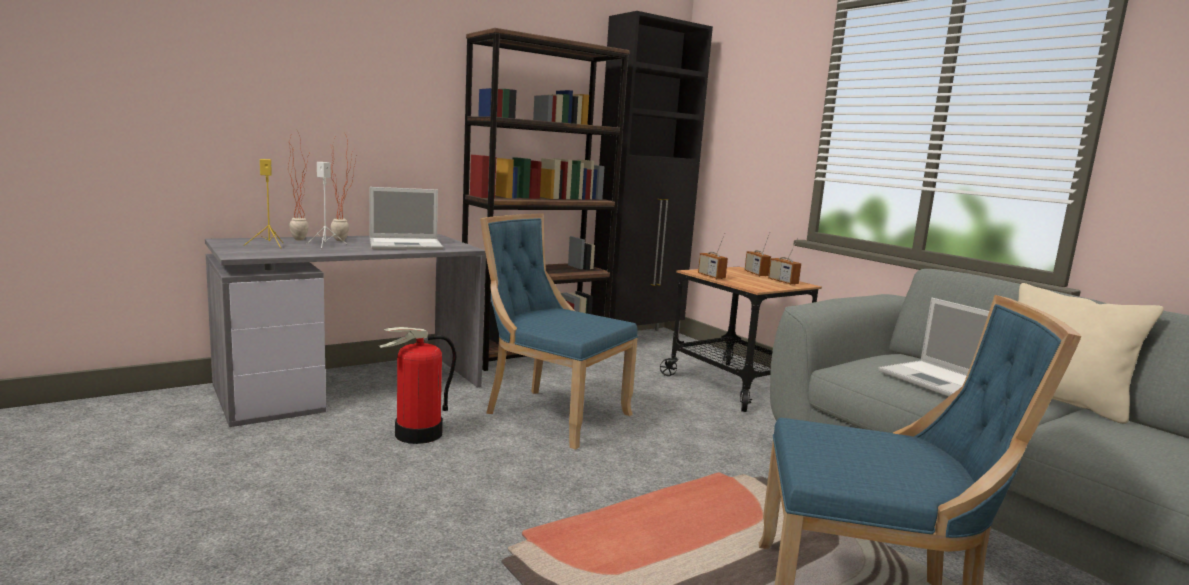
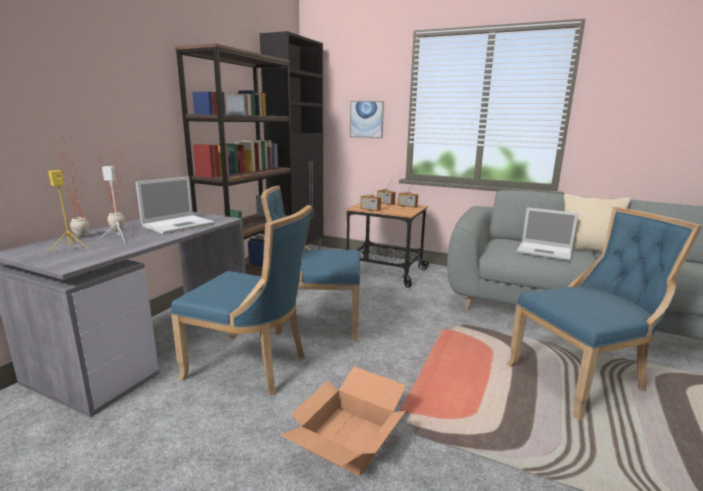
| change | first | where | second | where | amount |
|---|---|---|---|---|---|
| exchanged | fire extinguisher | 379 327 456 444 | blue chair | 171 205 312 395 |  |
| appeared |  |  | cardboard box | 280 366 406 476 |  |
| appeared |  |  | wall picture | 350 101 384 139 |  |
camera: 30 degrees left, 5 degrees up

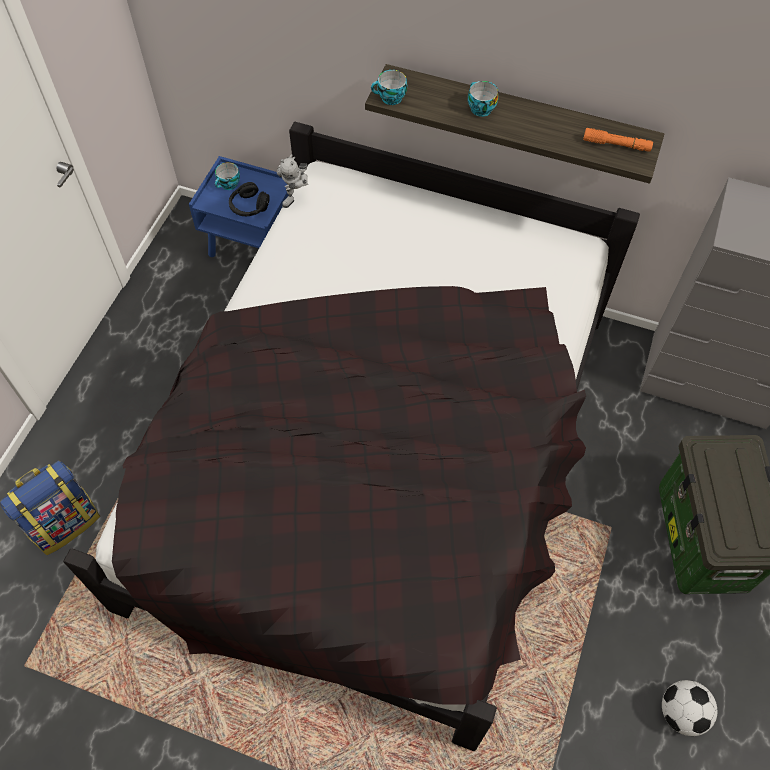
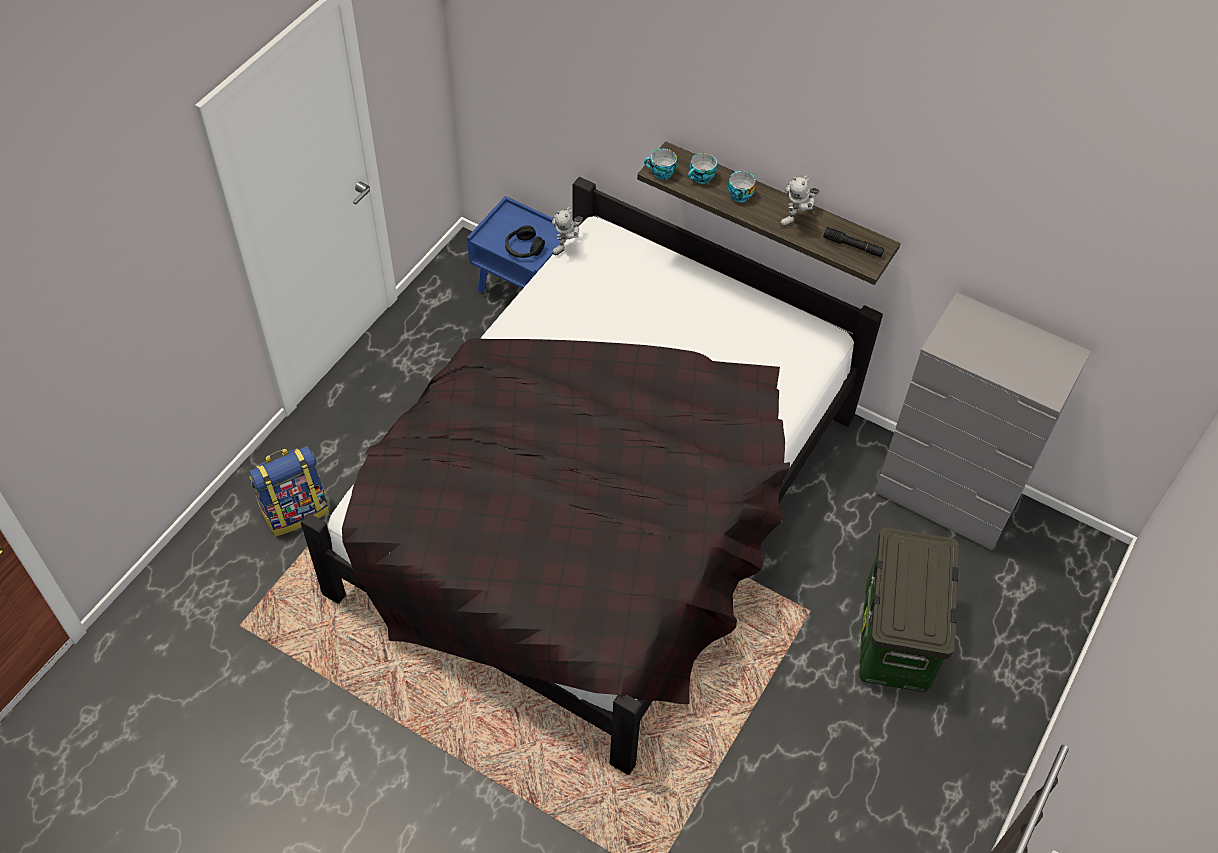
| change | first | where | second | where | amount |
|---|---|---|---|---|---|
| relocated | drinking cup | 215 162 240 190 |  | 688 153 717 184 |  |
| appeared |  |  | model robot | 780 175 820 227 |  |
| colour | orange-coloured torch | 583 128 653 152 | black torch | 823 227 884 257 |  |
| missing | ball for football | 662 680 717 736 |  |  |  |
camera: 10 degrees right, 5 degrees down

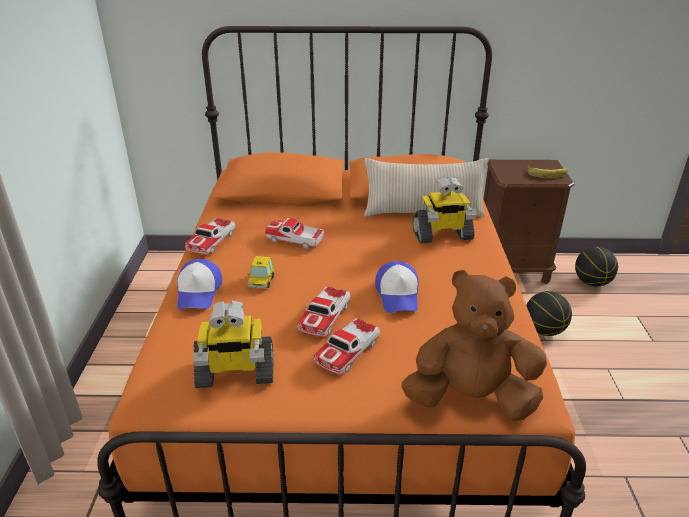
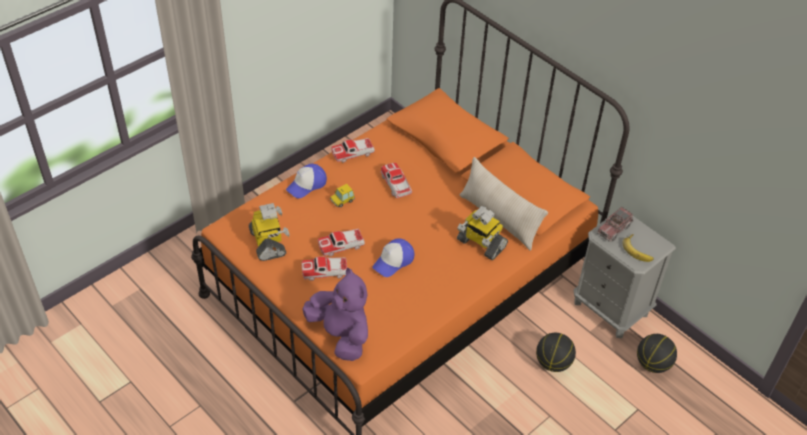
| change | first | where | second | where | amount |
|---|---|---|---|---|---|
| spun | model robot | 193 300 273 388 |  | 249 203 290 261 | 150 degrees counterclockwise |
| colour | brown cuddly toy | 401 270 547 421 | purple cuddly toy | 302 267 368 361 |  |
| colour | brown bedside table | 483 160 575 284 | greyish bedside table | 574 216 676 338 |  |
| appeared |  |  | toy lorry | 597 207 634 242 |  |
camera: 45 degrees right, 15 degrees up

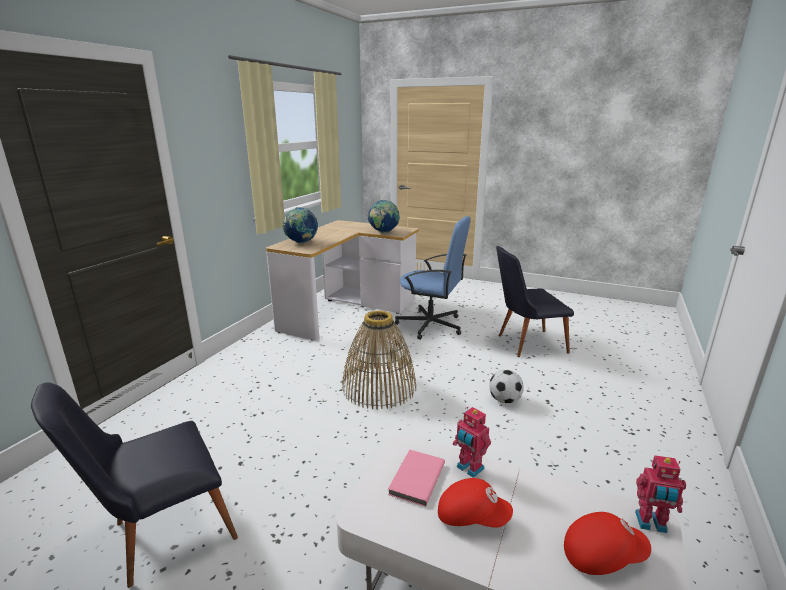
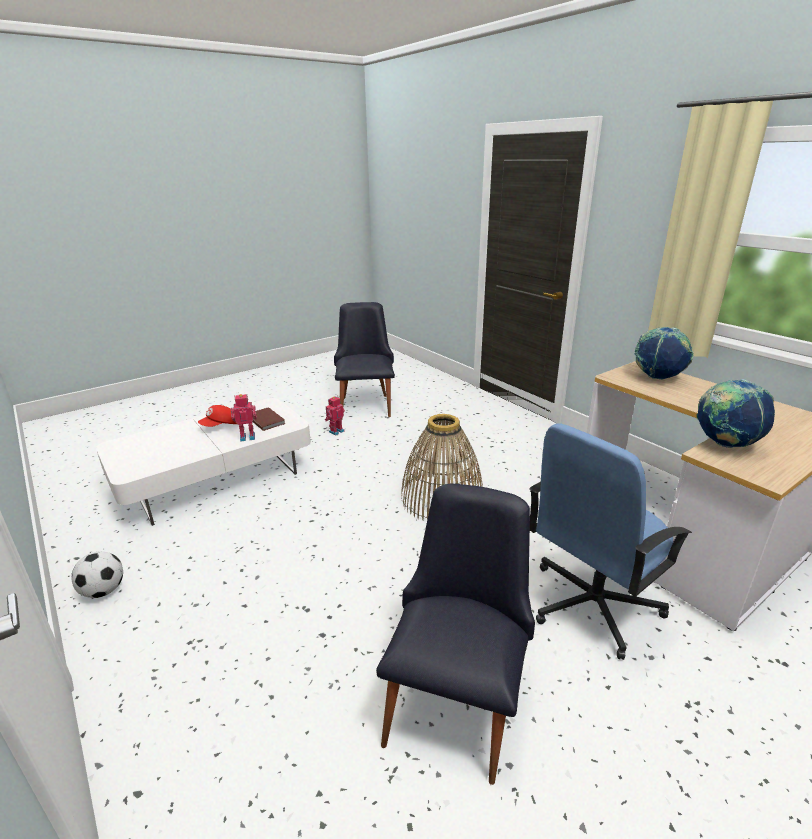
| change | first | where | second | where | amount |
|---|---|---|---|---|---|
| relocated | ball for football | 489 370 524 404 |  | 71 551 123 598 |  |
| colour | pinkish book | 388 450 445 506 | brown book | 253 407 285 431 |  |
| relocated | model robot | 635 455 686 533 |  | 325 397 345 435 |  |
| missing | red-coloured baseball cap | 564 512 651 575 |  |  |  |
camera: 120 degrees right, 5 degrees up

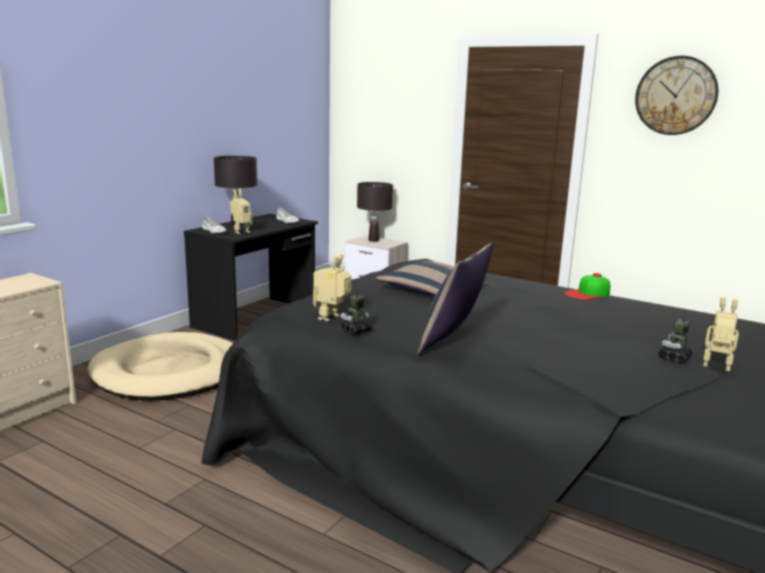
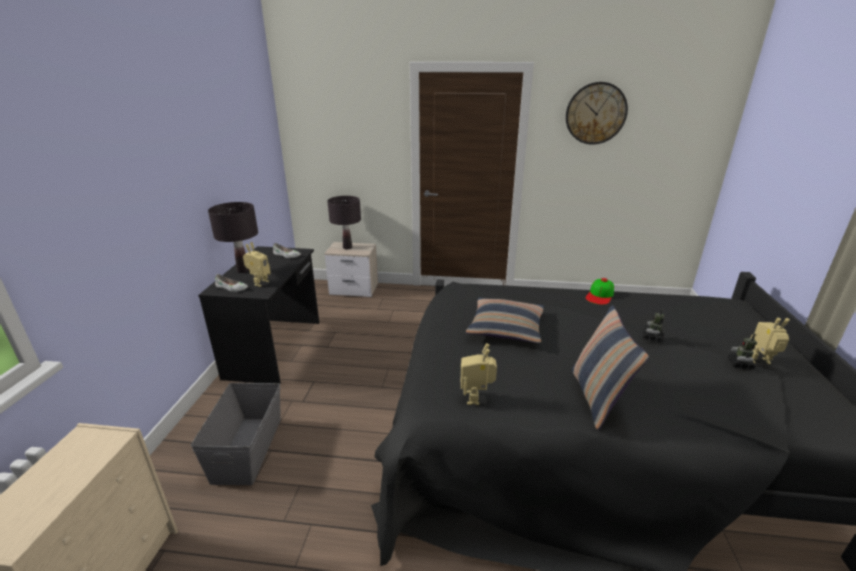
| change | first | where | second | where | amount |
|---|---|---|---|---|---|
| exchanged | beige-coloured pet bed | 88 332 233 401 | greyish storage container | 191 383 281 485 |  |
| relocated | model robot | 340 287 371 335 |  | 643 309 664 342 |  |
camera: 25 degrees left, 10 degrees up

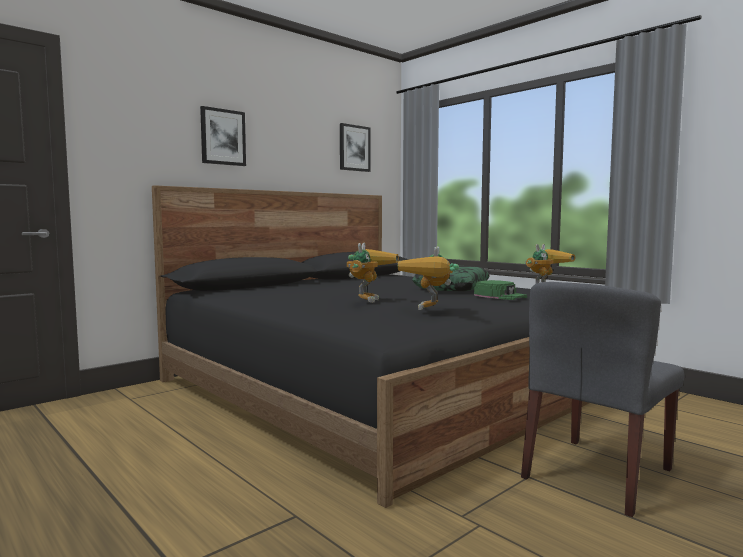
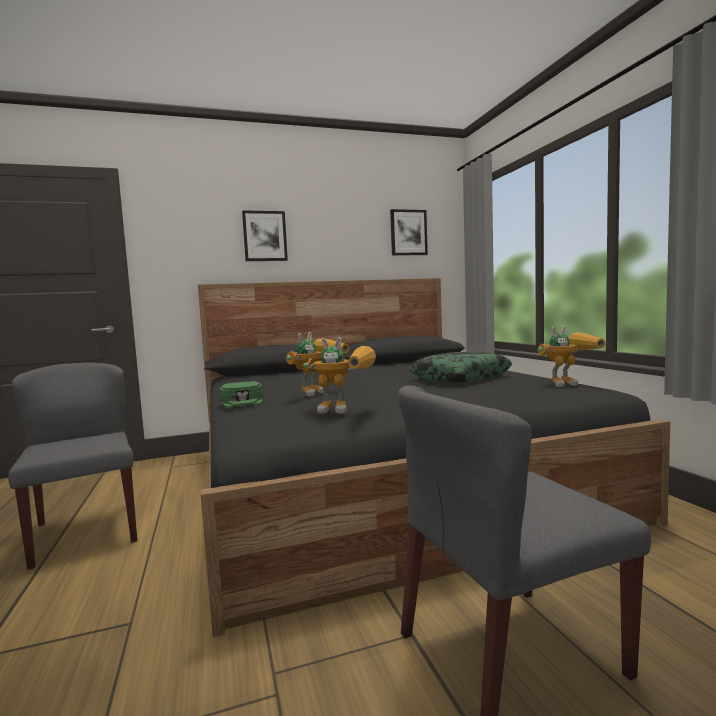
| change | first | where | second | where | amount |
|---|---|---|---|---|---|
| appeared |  |  | greyish chair | 8 363 137 570 |  |
| relocated | greenish baseball cap | 474 280 527 300 |  | 220 381 263 408 |  |
| spun | model robot | 398 246 459 310 |  | 303 337 376 414 | 120 degrees counterclockwise |
camera: 25 degrees right, 0 degrees up

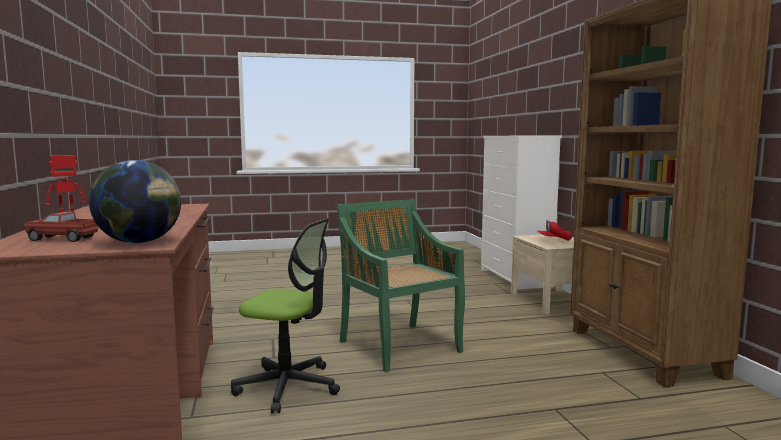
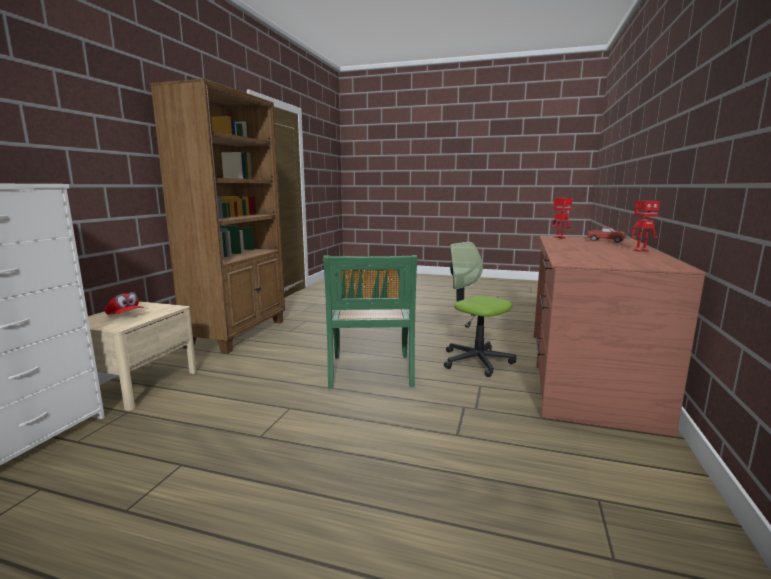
| change | first | where | second | where | amount |
|---|---|---|---|---|---|
| exchanged | world globe | 89 160 181 243 | model robot | 552 198 572 239 |  |
camera: 150 degrees left, 5 degrees up

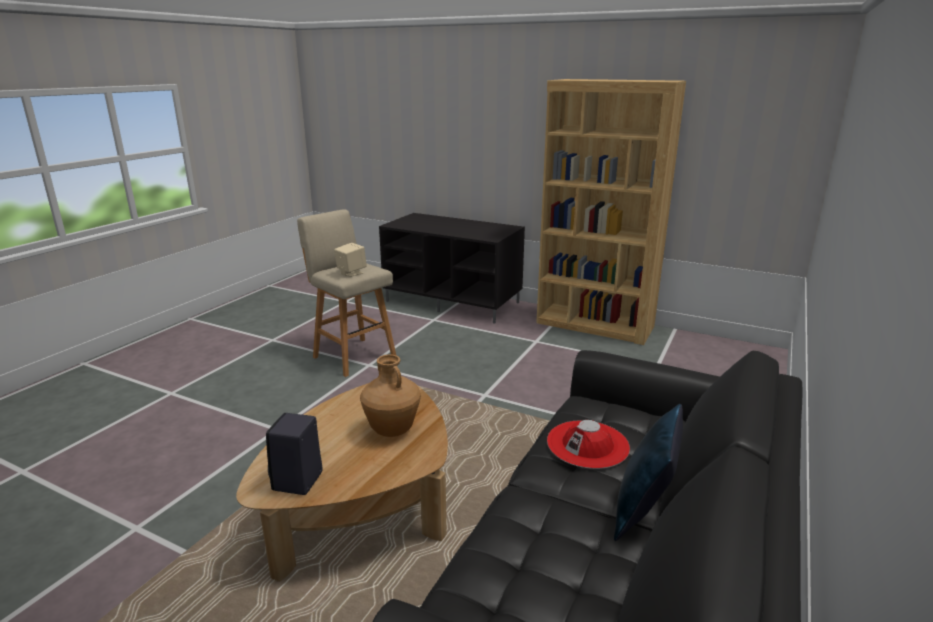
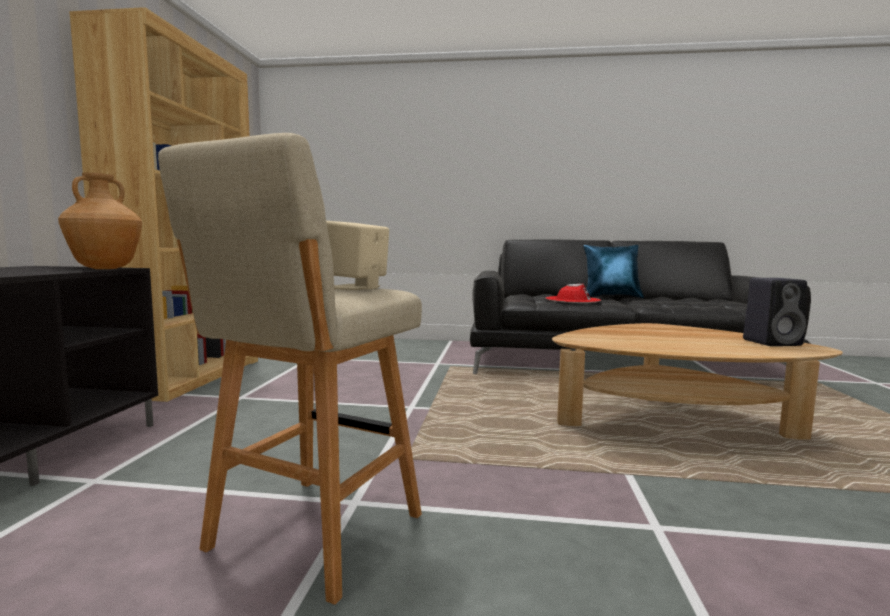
| change | first | where | second | where | amount |
|---|---|---|---|---|---|
| relocated | brown flower vase | 360 354 421 437 |  | 58 173 142 269 |  |
camera: 110 degrees left, 15 degrees down

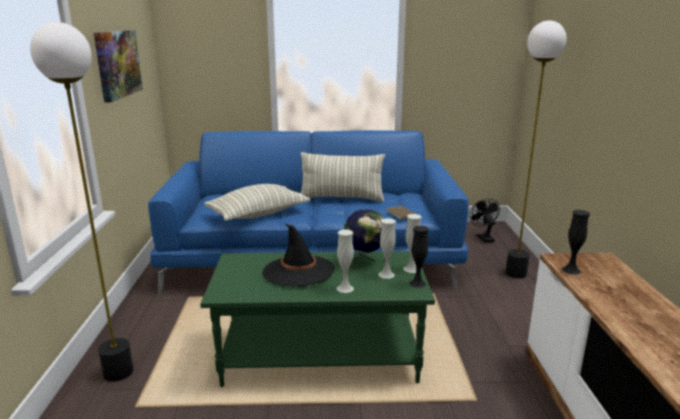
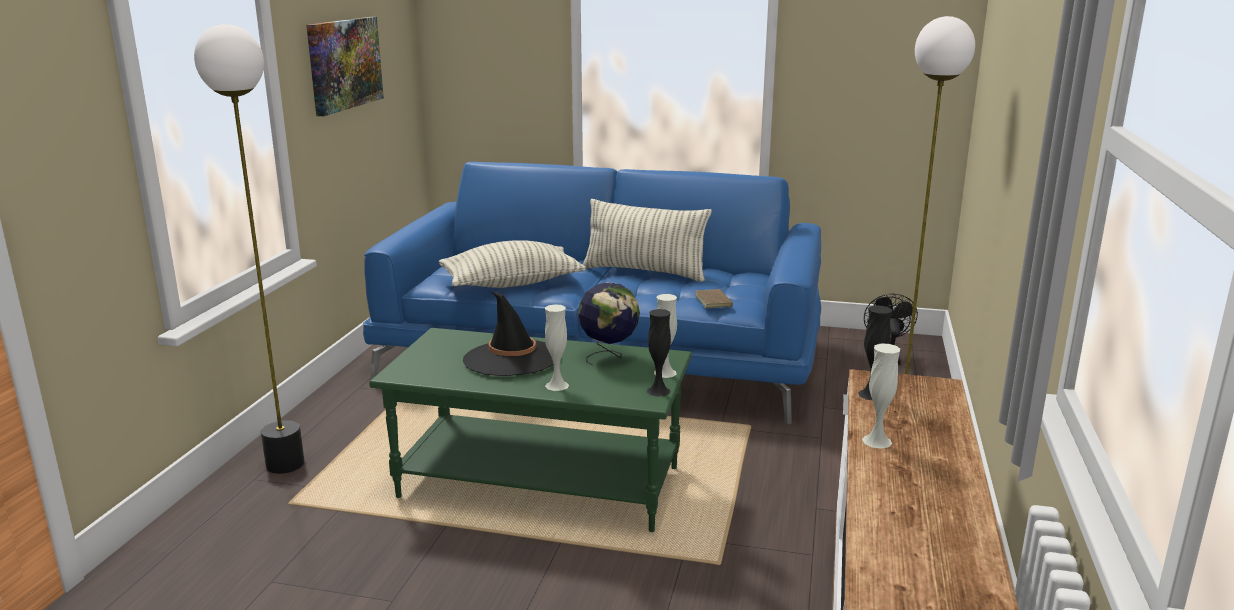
| change | first | where | second | where | amount |
|---|---|---|---|---|---|
| relocated | white-coloured flower vase | 378 218 396 279 |  | 862 344 900 449 |  |
camera: 15 degrees right, 0 degrees up

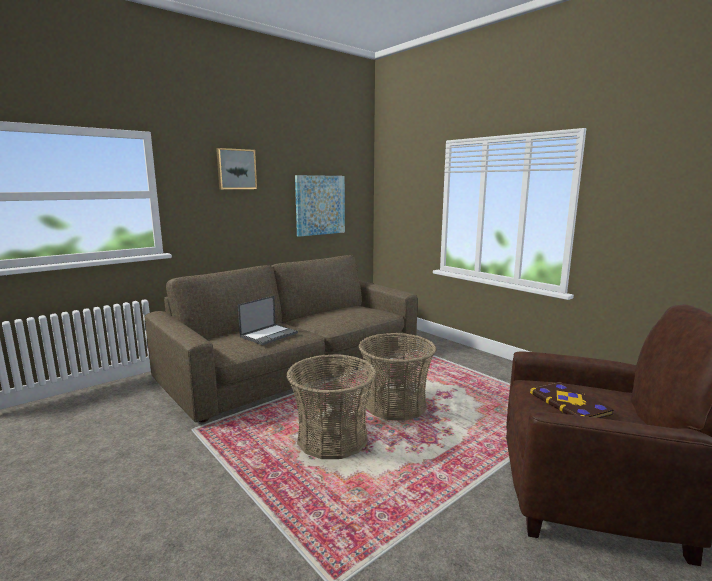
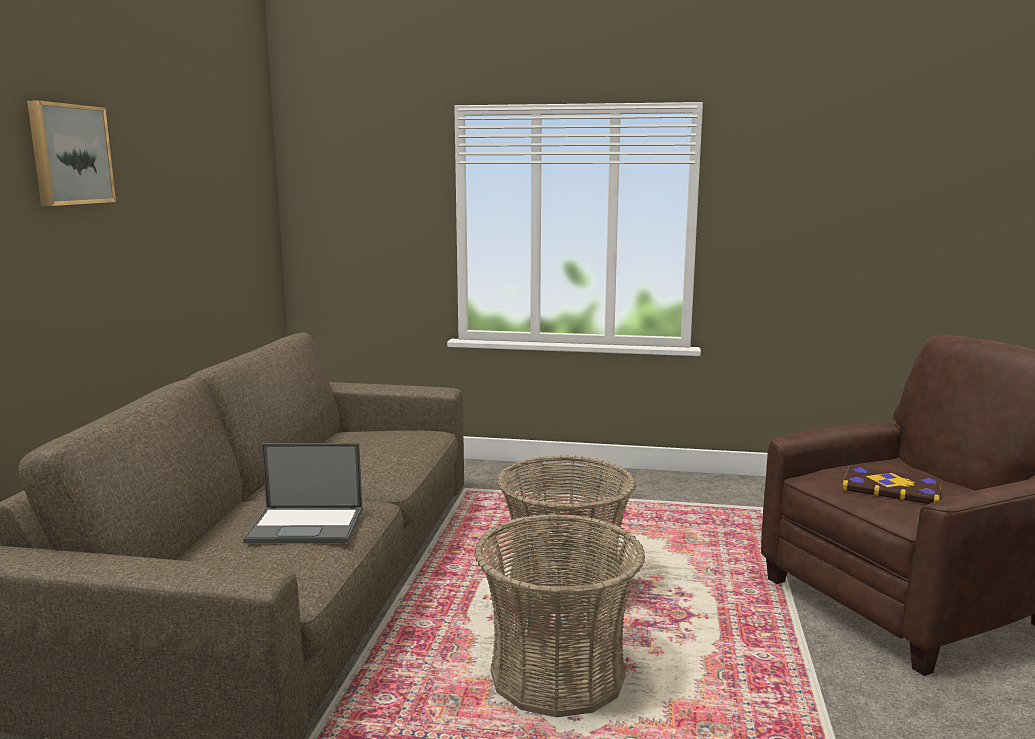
| change | first | where | second | where | amount |
|---|---|---|---|---|---|
| spun | portable computer | 238 296 298 345 |  | 243 443 362 543 | 90 degrees clockwise |
| missing | wall picture | 295 175 345 237 |  |  |  |
camera: 40 degrees left, 0 degrees up

